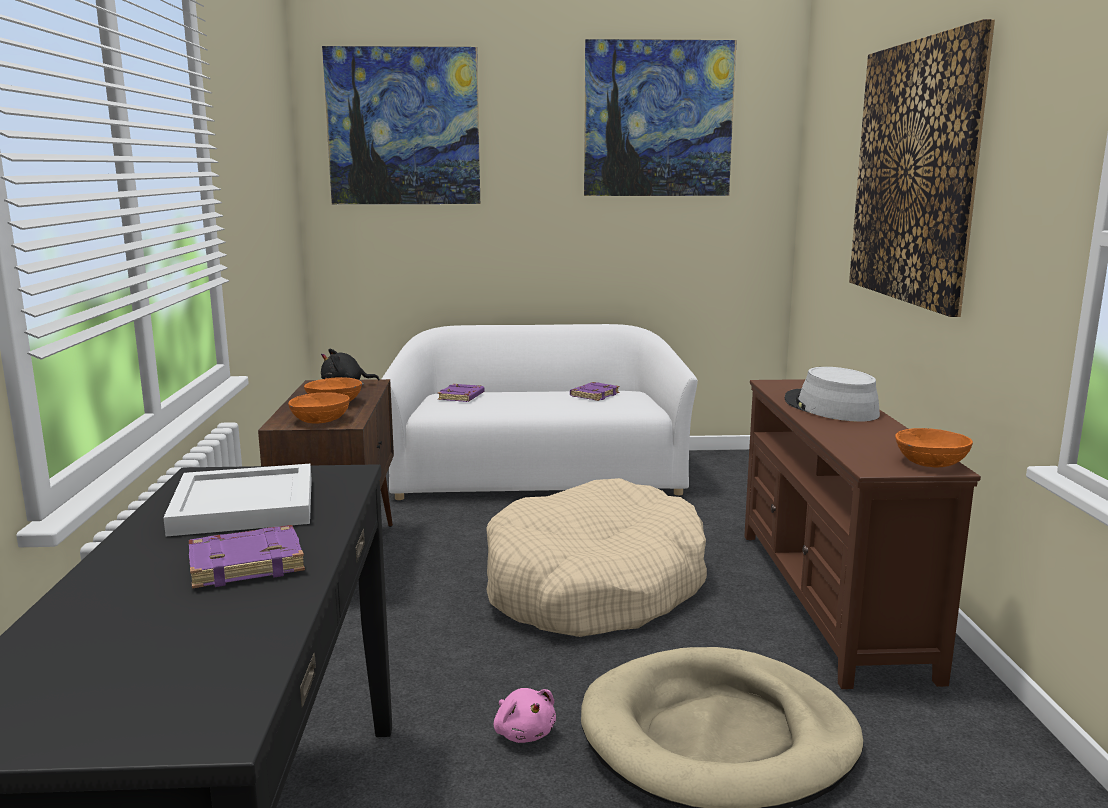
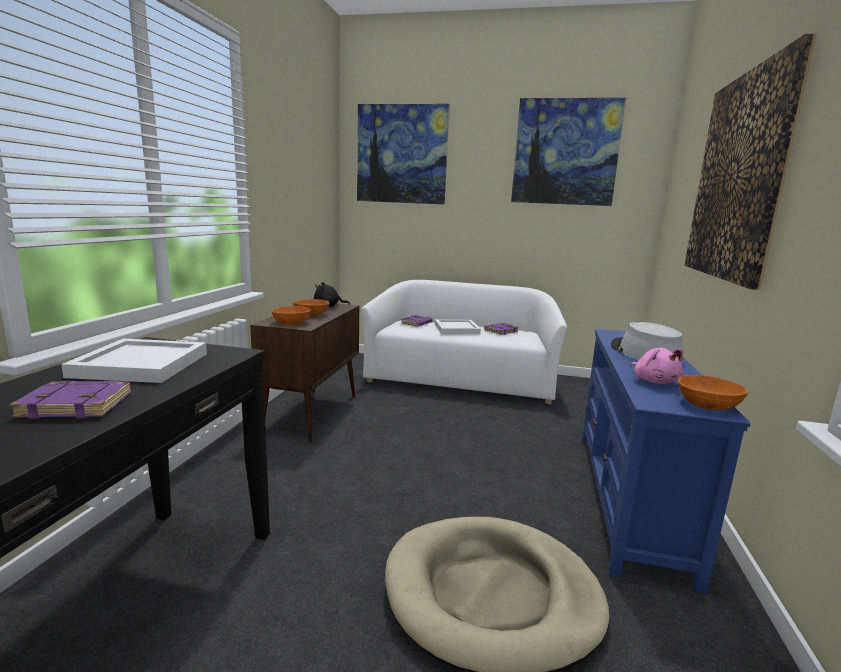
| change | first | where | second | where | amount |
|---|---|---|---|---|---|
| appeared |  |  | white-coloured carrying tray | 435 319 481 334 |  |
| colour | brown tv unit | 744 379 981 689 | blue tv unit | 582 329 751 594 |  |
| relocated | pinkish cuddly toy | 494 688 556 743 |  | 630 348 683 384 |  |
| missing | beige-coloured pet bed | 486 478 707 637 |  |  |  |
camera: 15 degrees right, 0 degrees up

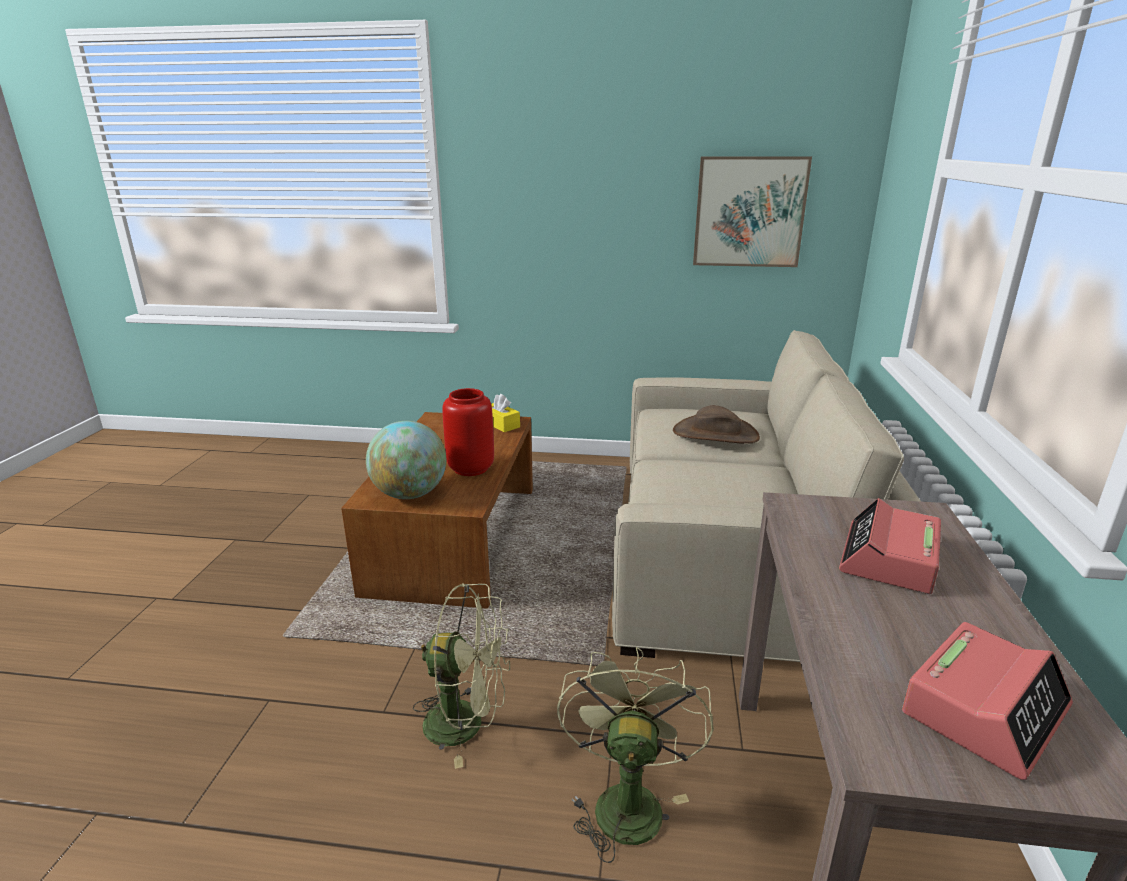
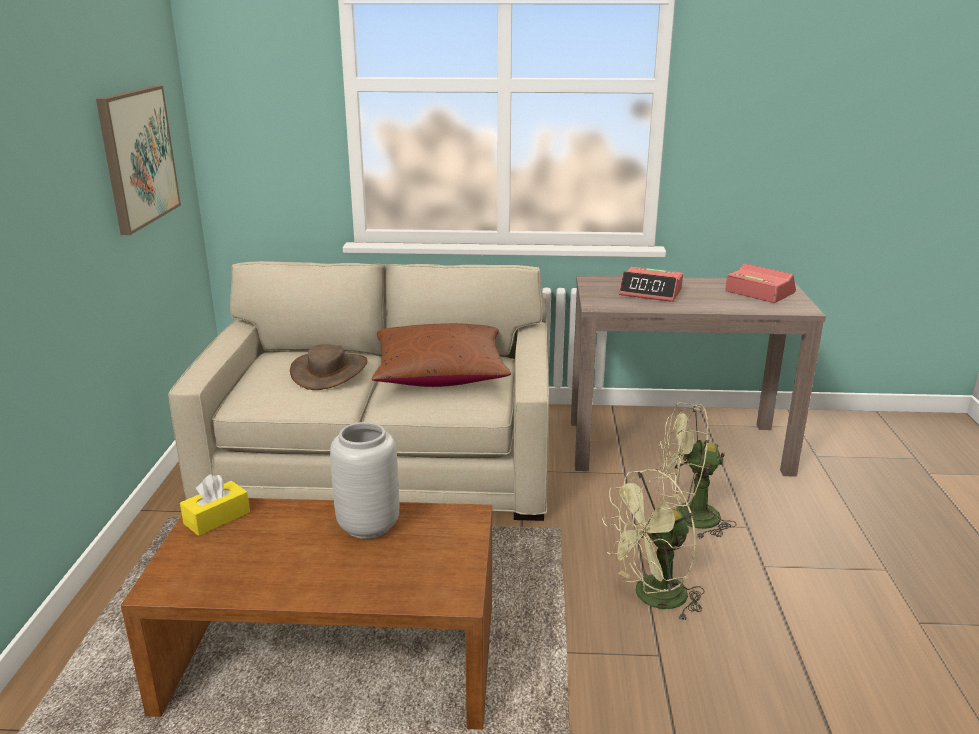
| change | first | where | second | where | amount |
|---|---|---|---|---|---|
| colour | red-coloured flower vase | 442 388 494 476 | greyish flower vase | 330 422 399 539 |  |
| appeared |  |  | brown throw pillow | 372 323 511 387 |  |
| spun | greenish cooling fan | 413 583 510 769 |  | 602 469 704 622 | 120 degrees counterclockwise |
| missing | world globe | 366 421 446 499 |  |  |  |
camera: 95 degrees left, 0 degrees up

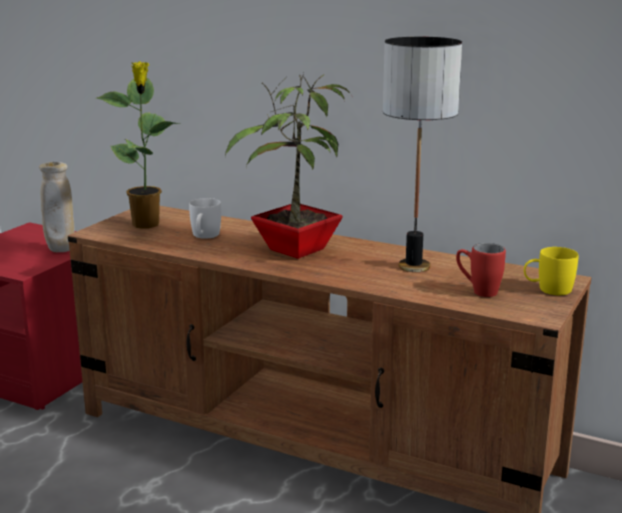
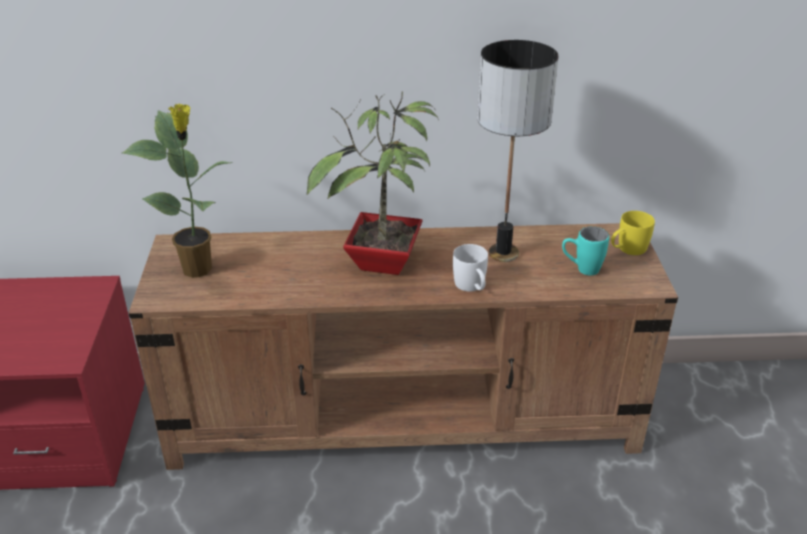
| change | first | where | second | where | amount |
|---|---|---|---|---|---|
| relocated | white-coloured mug | 189 198 221 239 |  | 453 244 488 292 |  |
| colour | red-coloured mug | 456 243 506 297 | blue-green mug | 562 226 609 276 |  |
| missing | beige-coloured flower vase | 39 162 75 252 |  |  |  |
camera: 30 degrees left, 15 degrees up

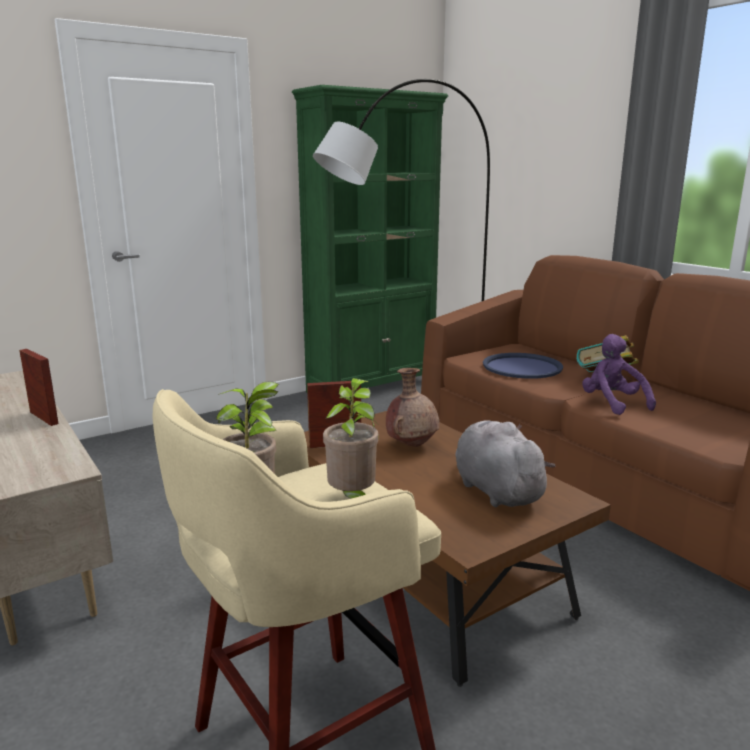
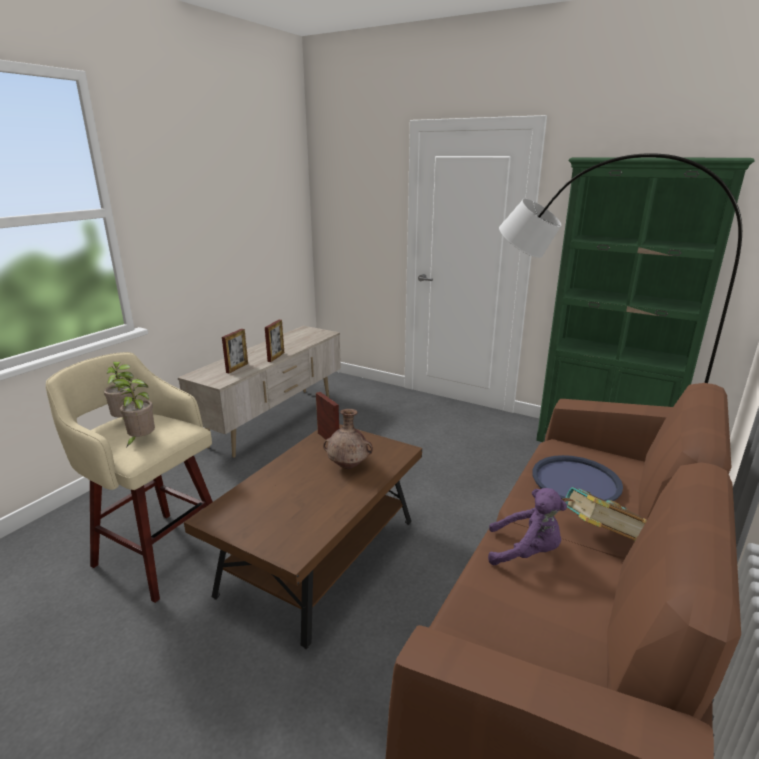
| change | first | where | second | where | amount |
|---|---|---|---|---|---|
| appeared |  |  | photo frame | 222 329 248 374 |  |
| spun | purple cuddly toy | 582 334 656 415 |  | 488 488 567 566 | 60 degrees clockwise |
| missing | greyish cuddly toy | 455 420 556 507 |  |  |  |
camera: 65 degrees right, 5 degrees up

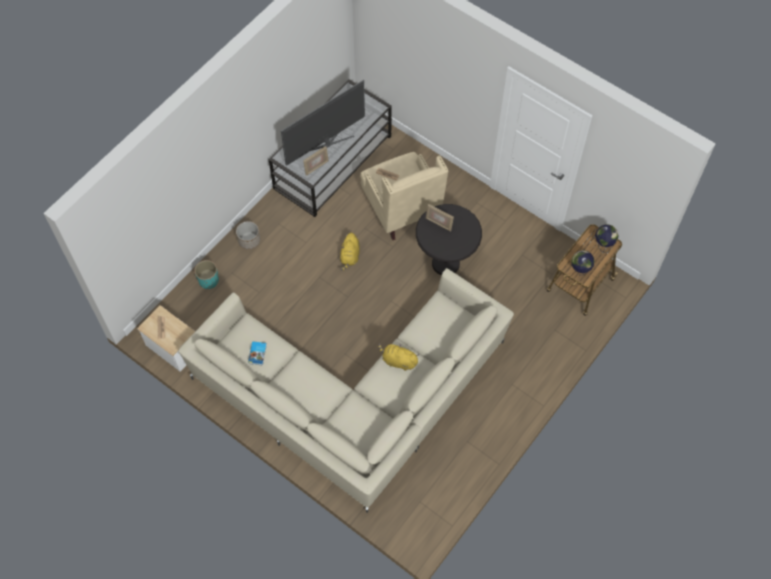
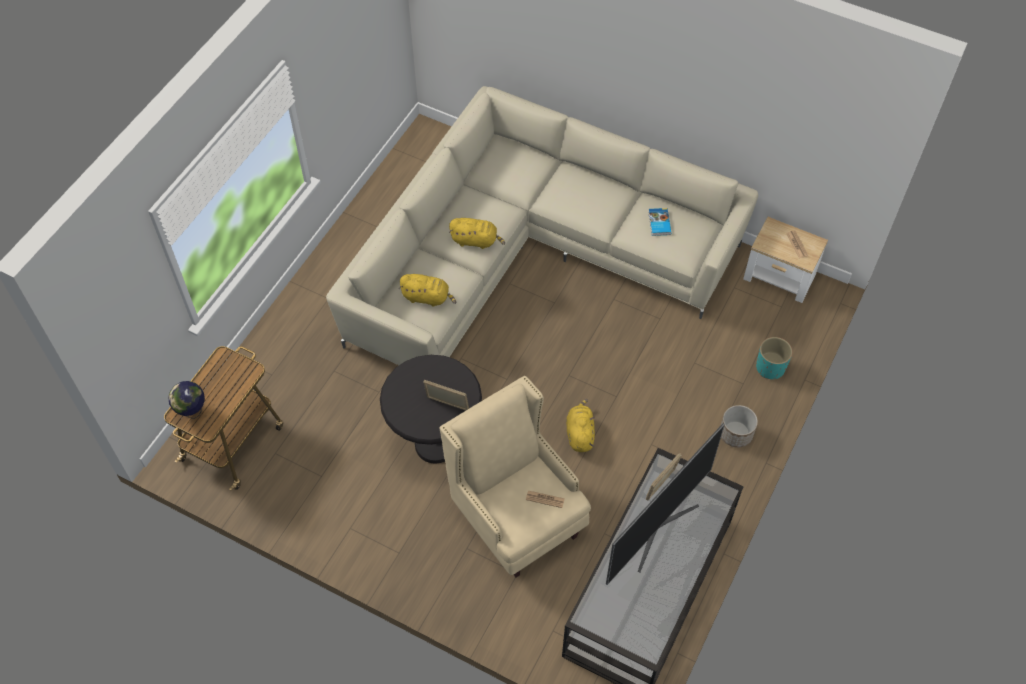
| change | first | where | second | where | amount |
|---|---|---|---|---|---|
| appeared |  |  | yellow-coloured cuddly toy | 399 274 456 307 |  |
| missing | world globe | 571 250 595 275 |  |  |  |
camera: 170 degrees right, 5 degrees down

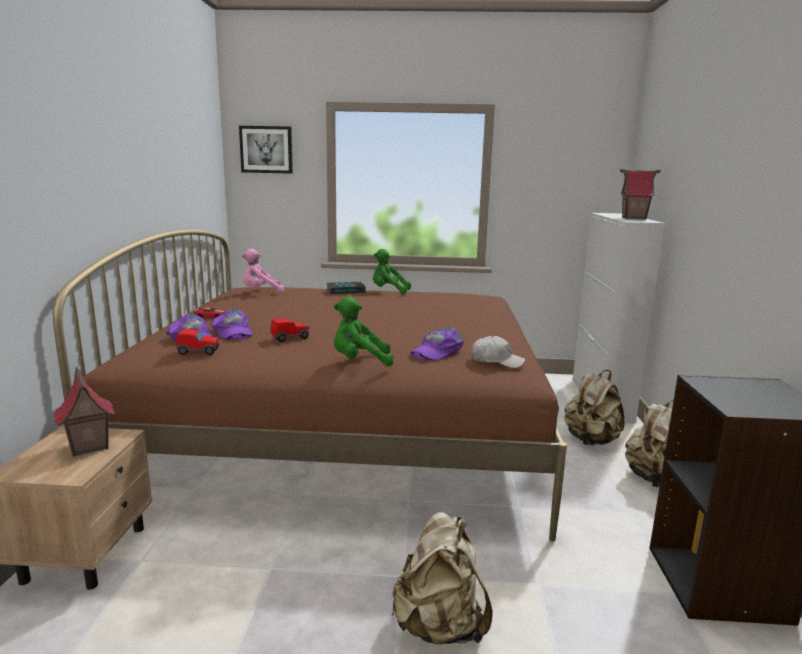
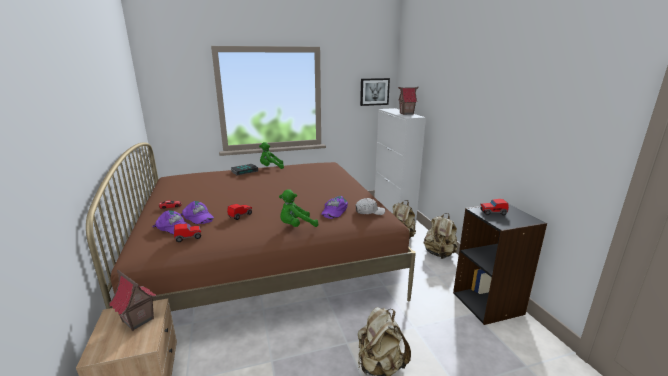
| change | first | where | second | where | amount |
|---|---|---|---|---|---|
| relocated | wall picture | 239 126 293 174 |  | 360 78 390 106 |  |
| appeared |  |  | toy car | 481 199 509 216 |  |
| missing | pinkish cuddly toy | 242 249 284 293 |  |  |  |
camera: 20 degrees left, 5 degrees up

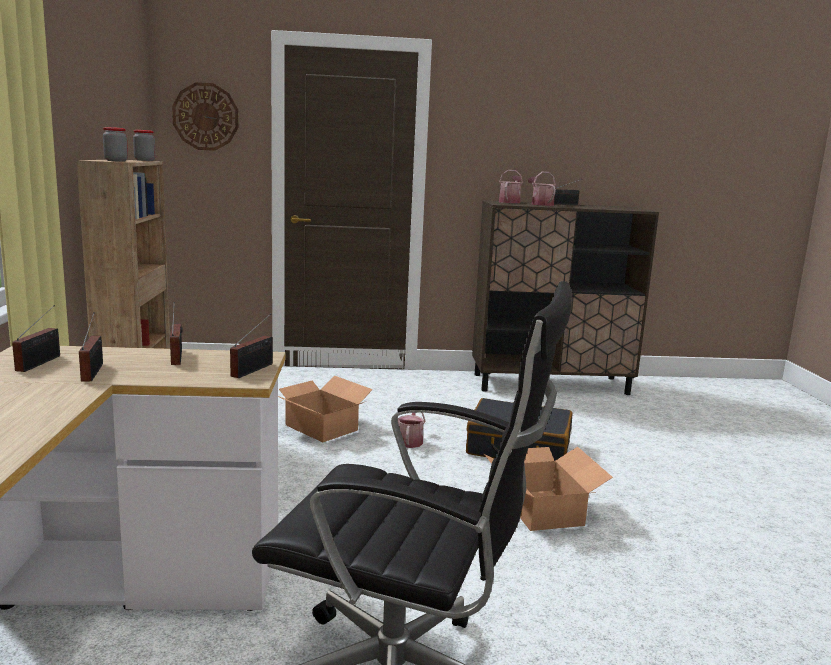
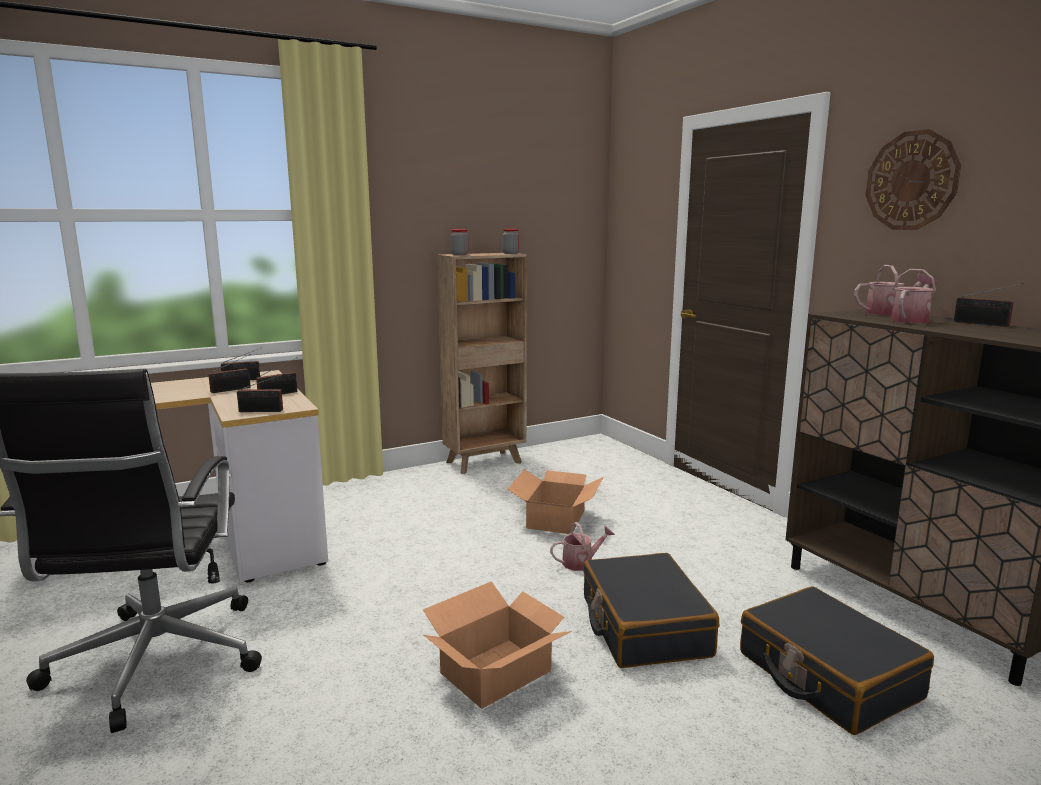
| change | first | where | second | where | amount |
|---|---|---|---|---|---|
| appeared |  |  | black travel case | 740 586 934 735 |  |
| relocated | clock on the wall | 172 82 239 151 |  | 865 129 961 230 |  |
camera: 65 degrees right, 0 degrees up

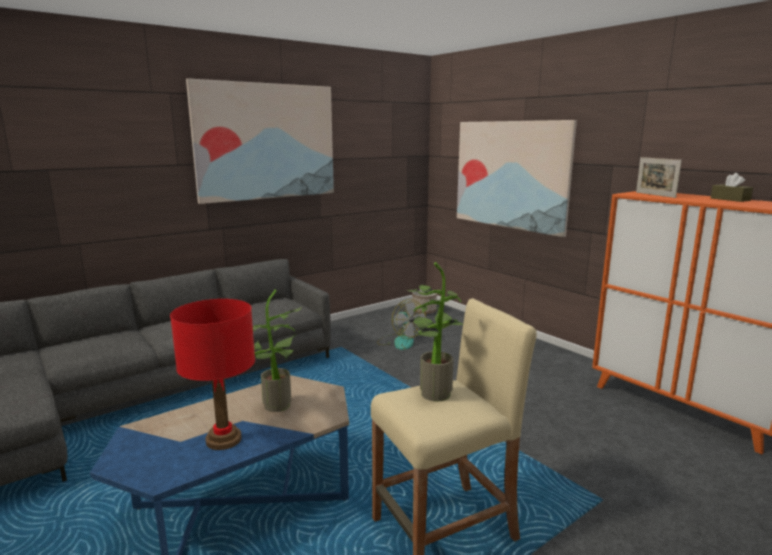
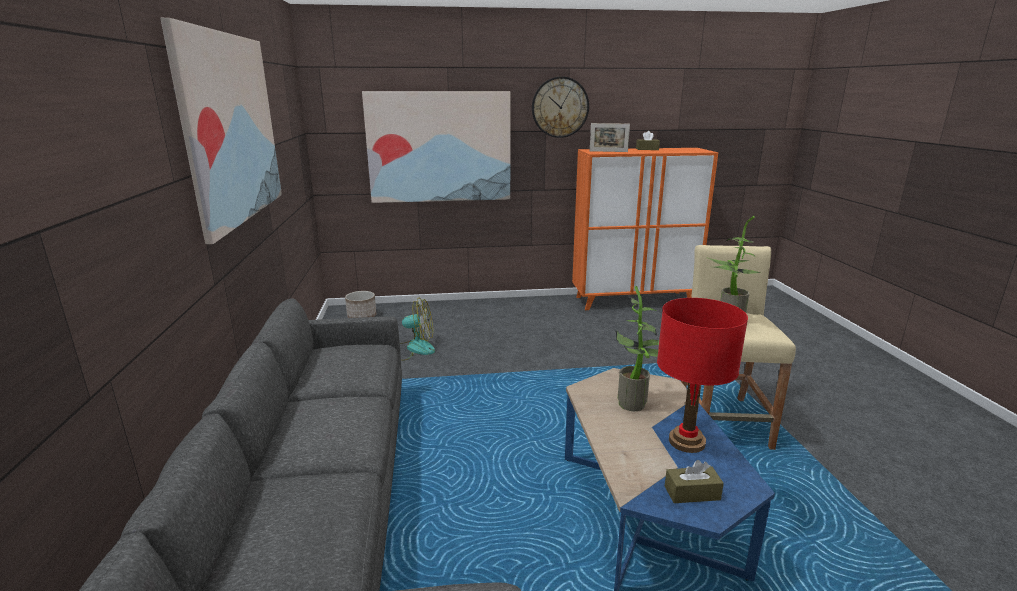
| change | first | where | second | where | amount |
|---|---|---|---|---|---|
| appeared |  |  | clock on the wall | 532 76 589 138 |  |
| appeared |  |  | brown box of tissues | 665 460 724 503 |  |
camera: 60 degrees left, 5 degrees up

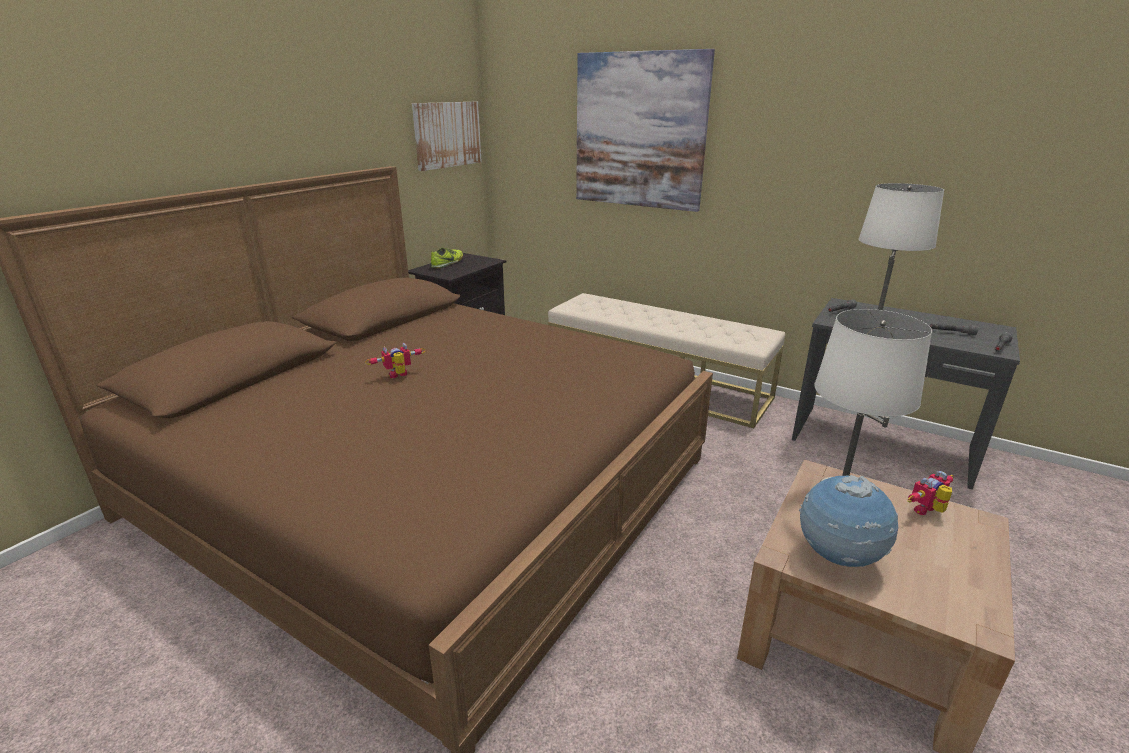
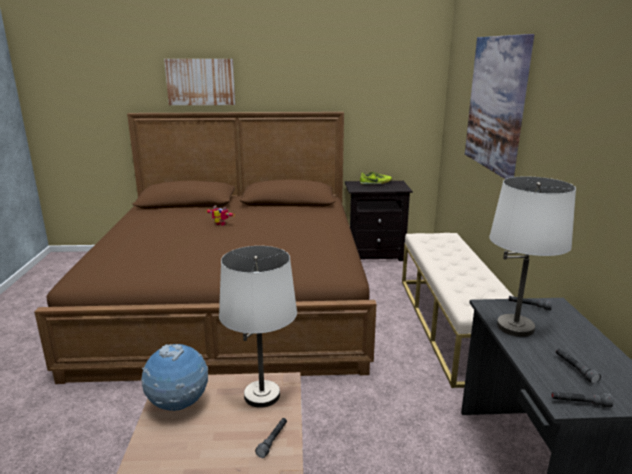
| change | first | where | second | where | amount |
|---|---|---|---|---|---|
| relocated | wall picture | 412 102 482 171 |  | 164 59 236 105 |  |
| exchanged | model robot | 908 471 954 515 | greyish torch | 255 418 287 458 |  |
camera: 55 degrees right, 5 degrees down

